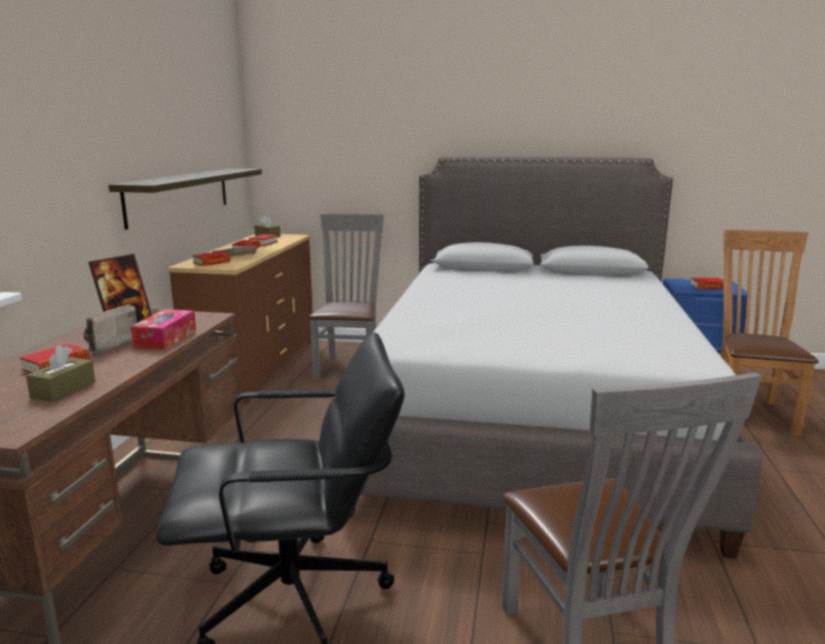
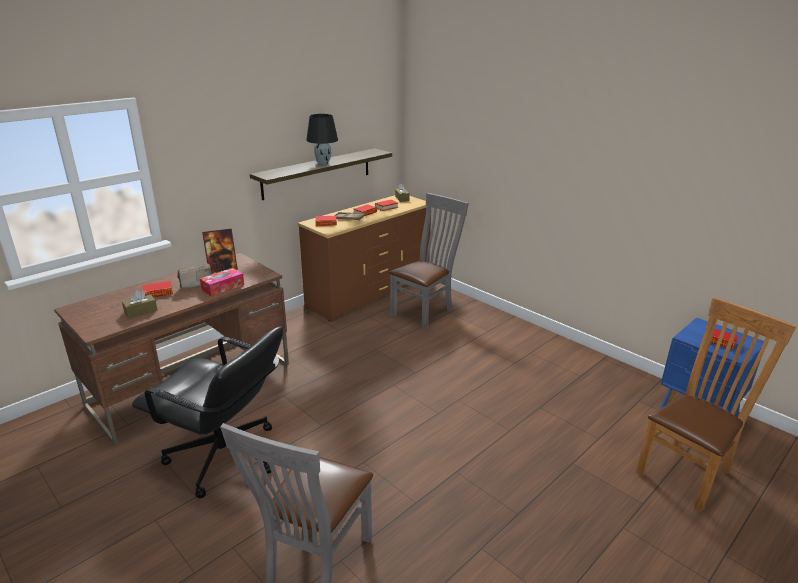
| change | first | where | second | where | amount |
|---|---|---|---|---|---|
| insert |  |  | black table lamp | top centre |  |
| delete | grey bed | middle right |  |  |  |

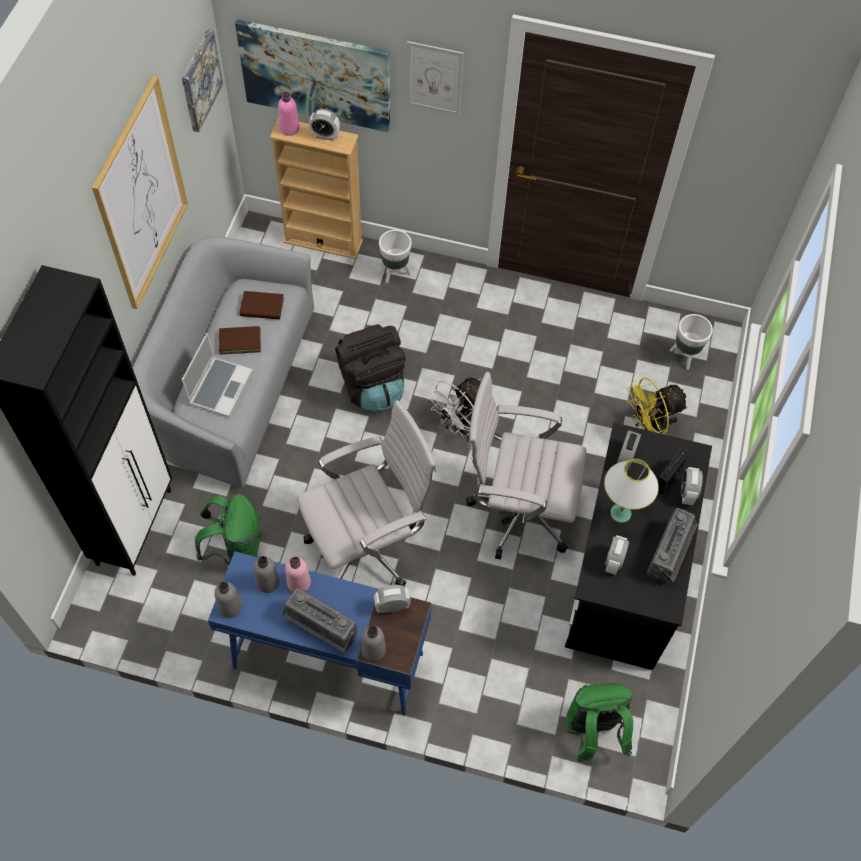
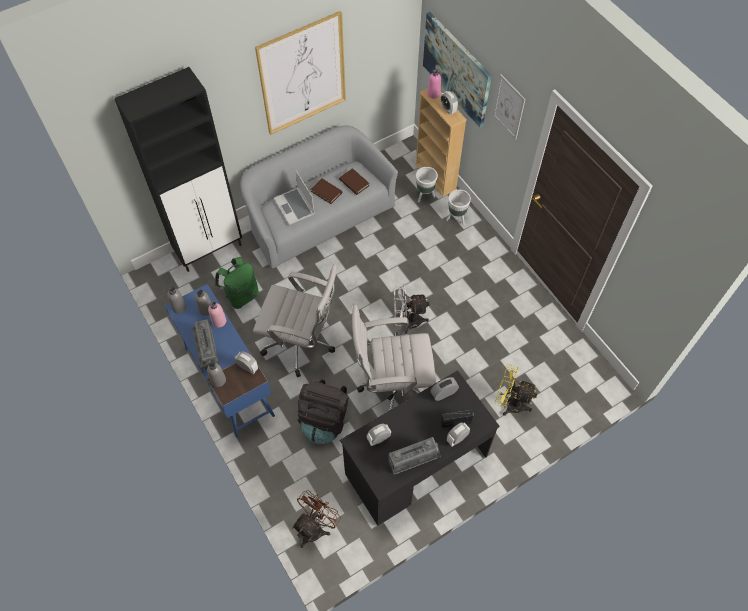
| change | first | where | second | where | amount |
|---|---|---|---|---|---|
| rotate | laptop | middle left |  | top centre | 90 degrees clockwise |
| replace | green backpack (2nd from left) | bottom right | brown fan | bottom centre |  |
| move | black backpack | centre |  | bottom centre |  |
| rotate | white office chair (2nd from left) | centre |  | centre | 60 degrees counterclockwise |
| move | white planter (2nd from left in the first image) | middle right | white planter (1st from left) | top centre |  |
| delete | picture (2nd from left) | top left |  |  |  |
| delete | white table lamp | middle right |  |  |  |

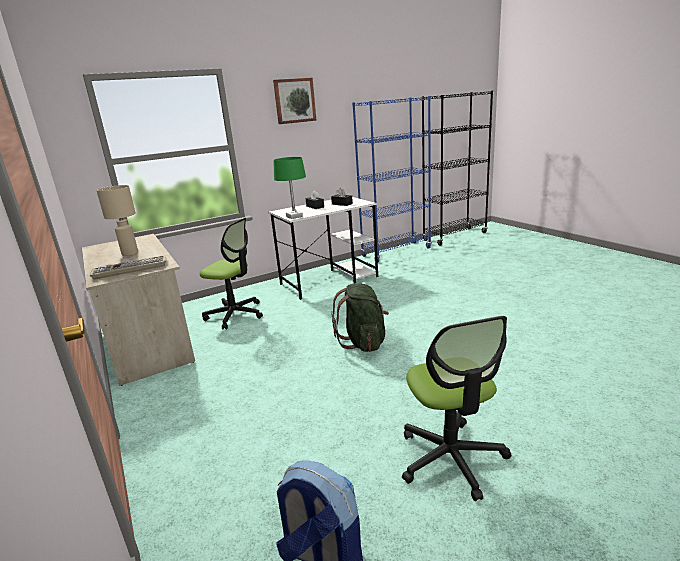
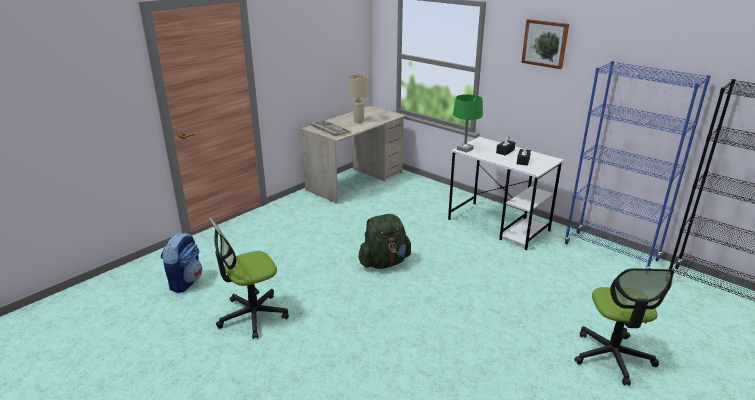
| change | first | where | second | where | amount |
|---|---|---|---|---|---|
| move | office chair (1st from left in the first image) | centre | office chair (2nd from left) | bottom right |  |

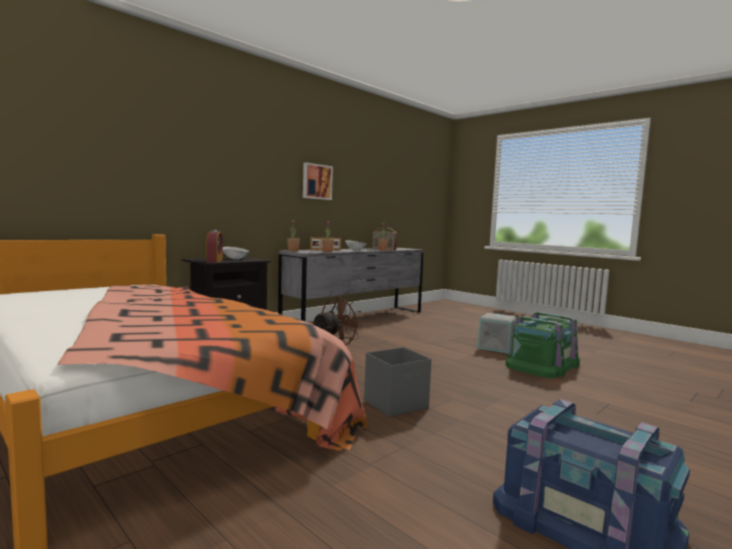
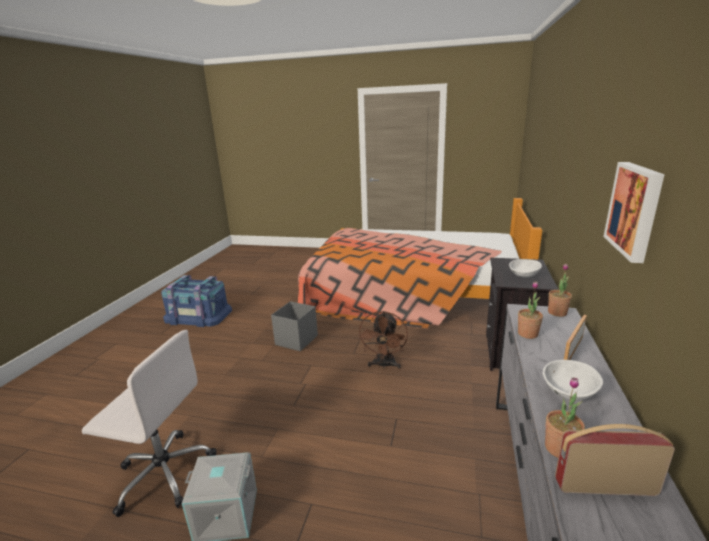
| change | first | where | second | where | amount |
|---|---|---|---|---|---|
| replace | green storage box | middle right | white office chair | bottom left |  |
| delete | alarm clock | middle left |  |  |  |

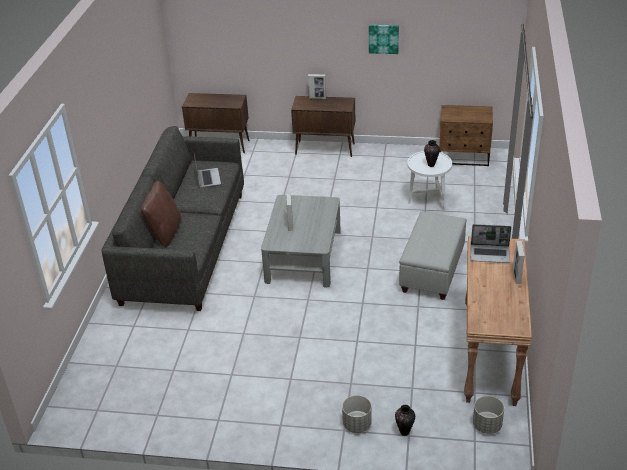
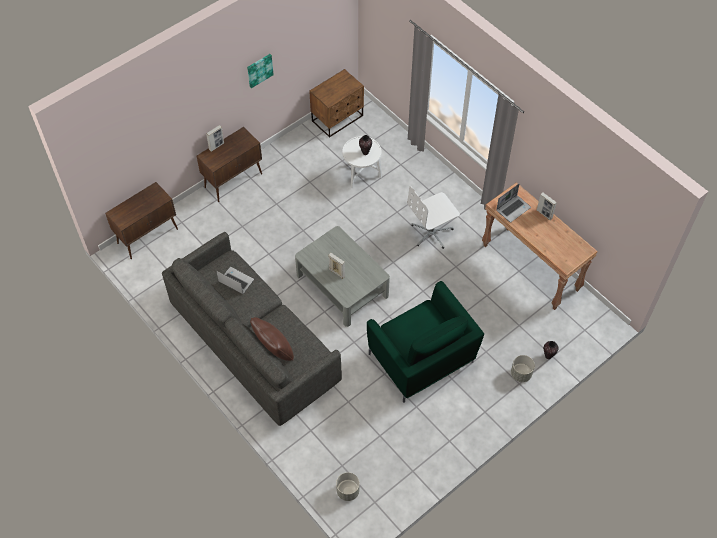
| change | first | where | second | where | amount |
|---|---|---|---|---|---|
| move | grey planter (2nd from left in the first image) | bottom right | grey planter (1st from left) | bottom centre |  |
| insert |  |  | green armchair | centre |  |
| replace | grey ottoman | middle right | white office chair | centre |  |

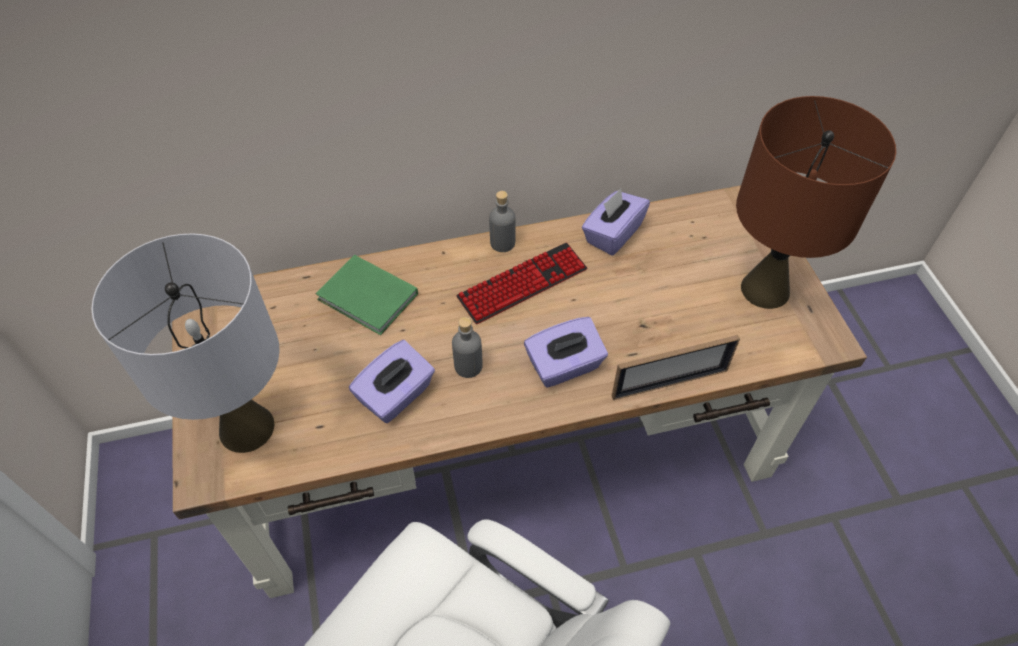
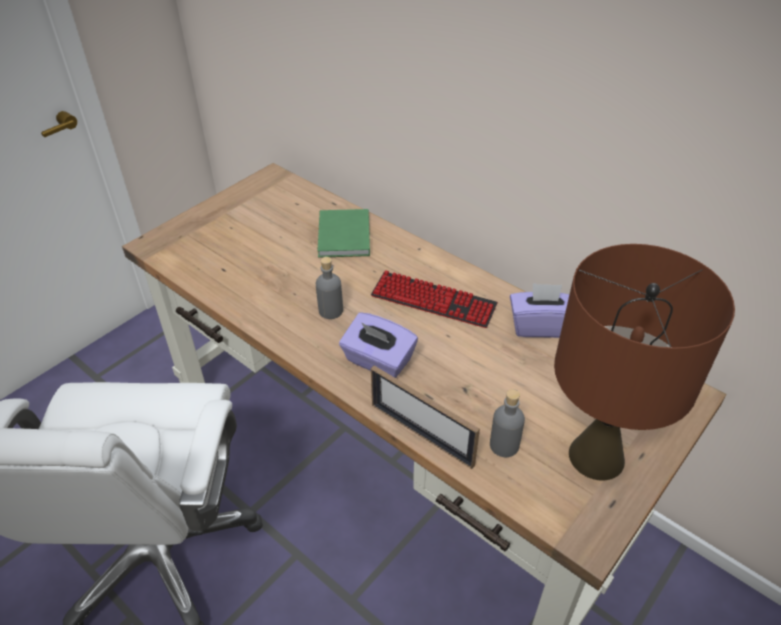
| change | first | where | second | where | amount |
|---|---|---|---|---|---|
| move | grey bottle (2nd from left) | centre |  | bottom centre |  |
| delete | grey table lamp | middle left |  |  |  |
| delete | purple tissue box (1st from left) | centre |  |  |  |

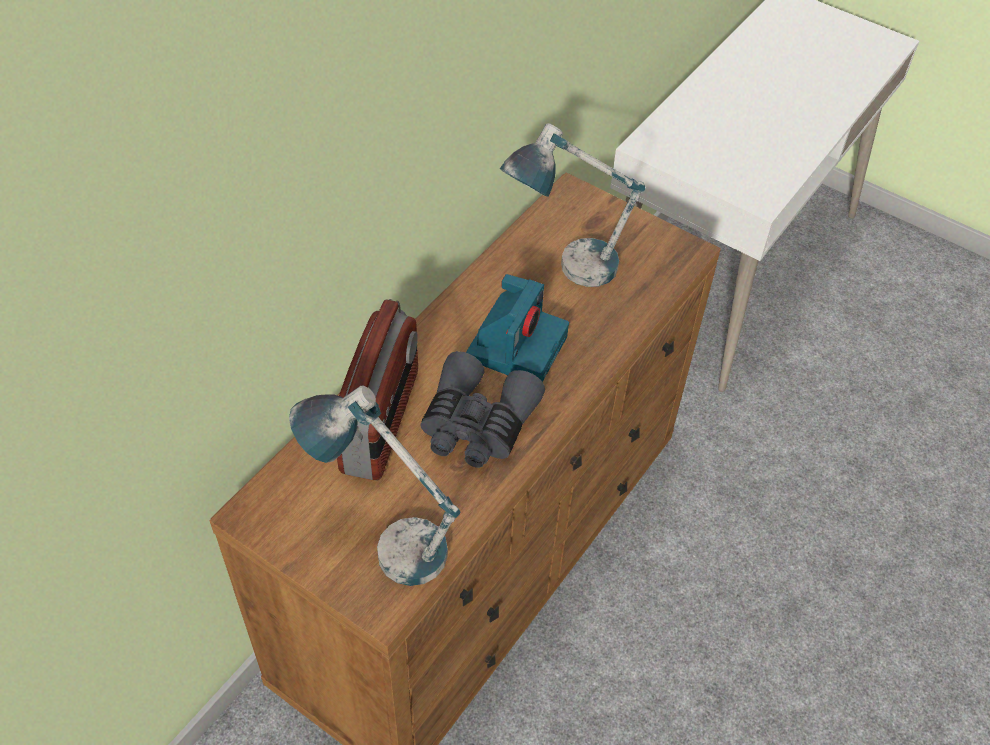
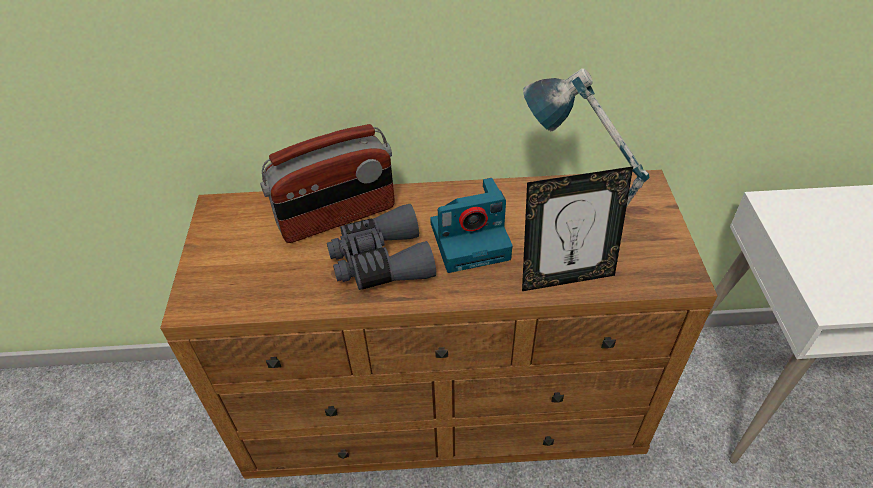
| change | first | where | second | where | amount |
|---|---|---|---|---|---|
| insert |  |  | picture frame | centre |  |
| delete | table lamp (1st from left) | centre |  |  |  |

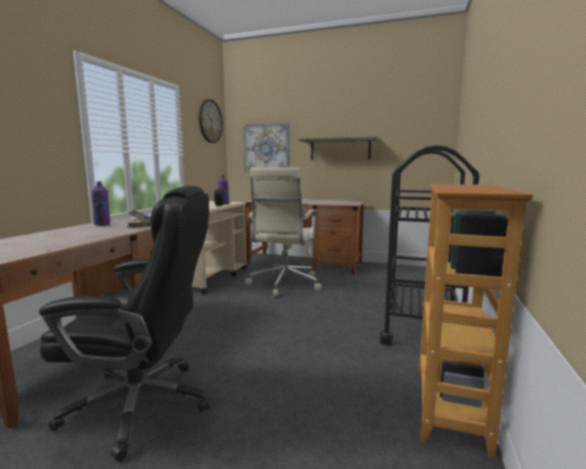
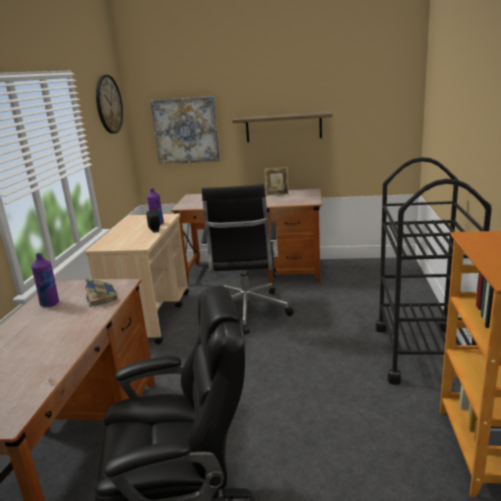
| change | first | where | second | where | amount |
|---|---|---|---|---|---|
| recolor | beige office chair | centre | black office chair (2nd from left) | centre |  |
| insert |  |  | picture frame | centre |  |

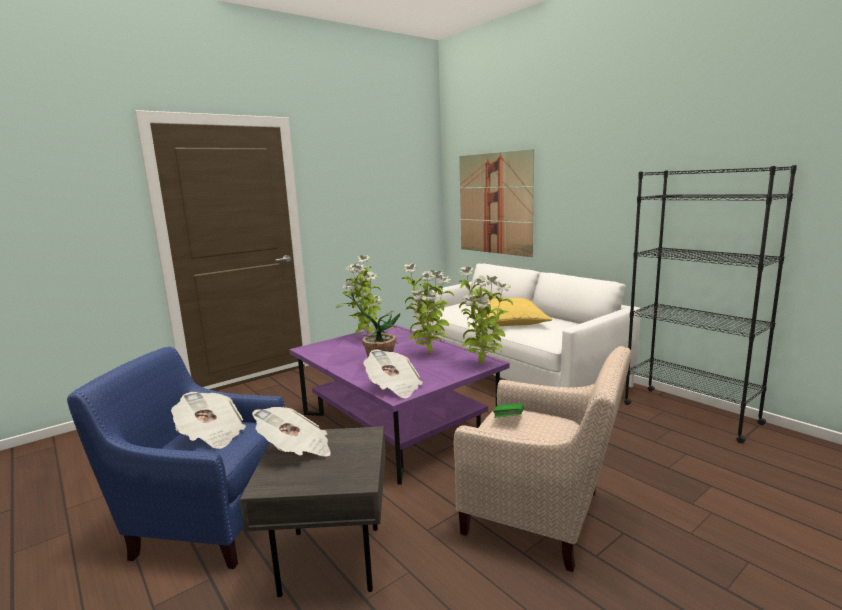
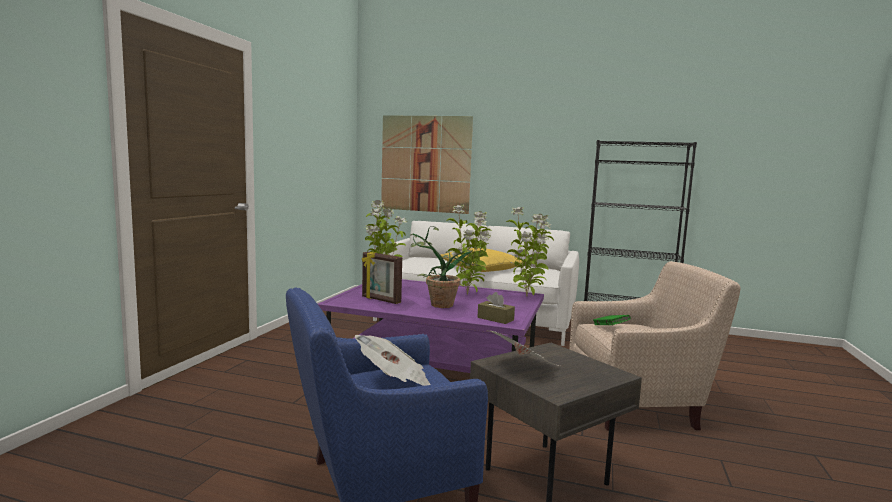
| change | first | where | second | where | amount |
|---|---|---|---|---|---|
| insert |  |  | picture frame | centre |  |
| replace | newspaper (3rd from left) | centre | brown tissue box | centre |  |

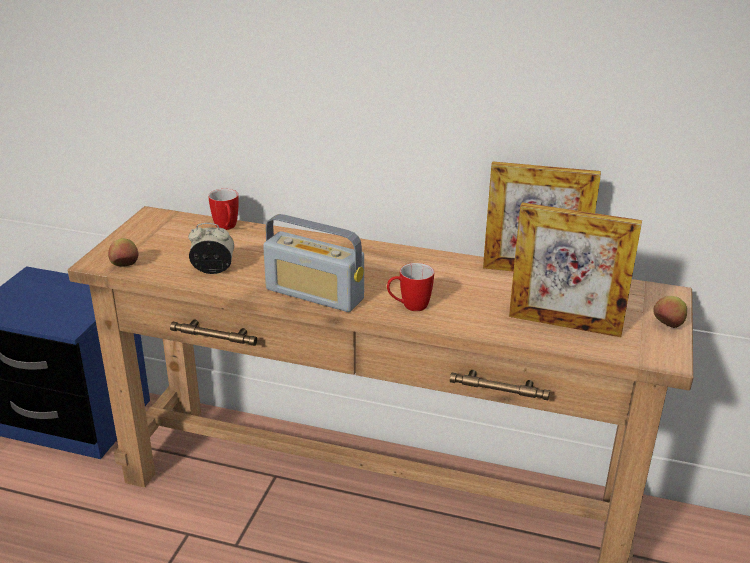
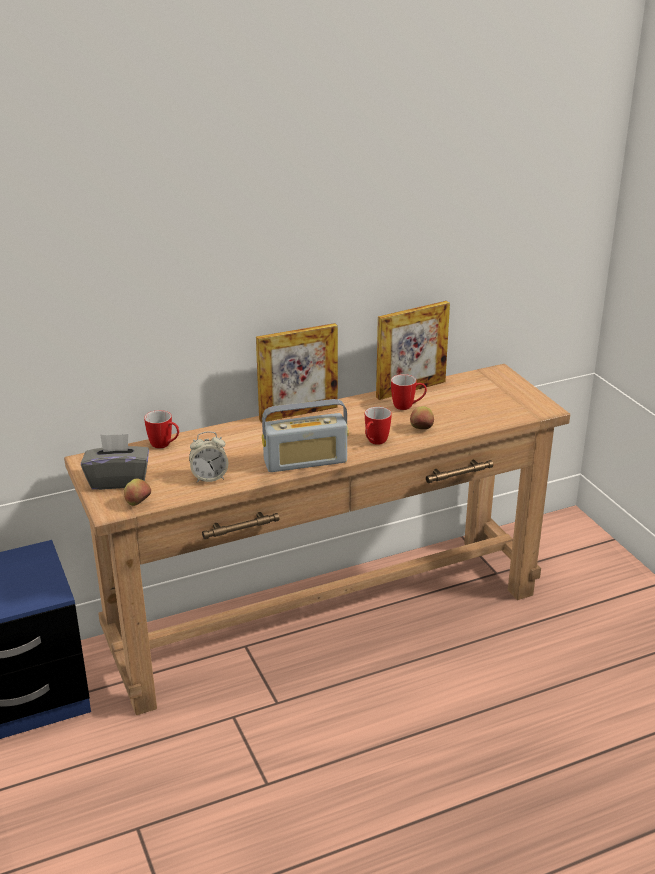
| change | first | where | second | where | amount |
|---|---|---|---|---|---|
| insert |  |  | grey tissue box | middle left |  |
| rotate | alarm clock | middle left |  | middle left | 150 degrees counterclockwise |
| move | picture frame (2nd from left in the first image) | middle right | picture frame (1st from left) | centre |  |
| insert |  |  | mug (3rd from left) | centre |  |
| move | apple (2nd from left) | middle right |  | centre |  |

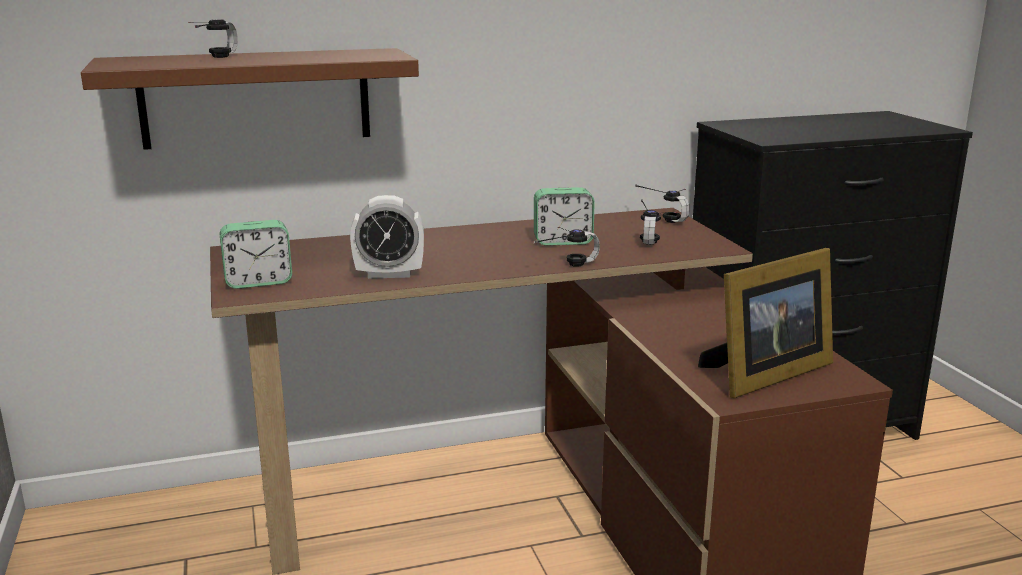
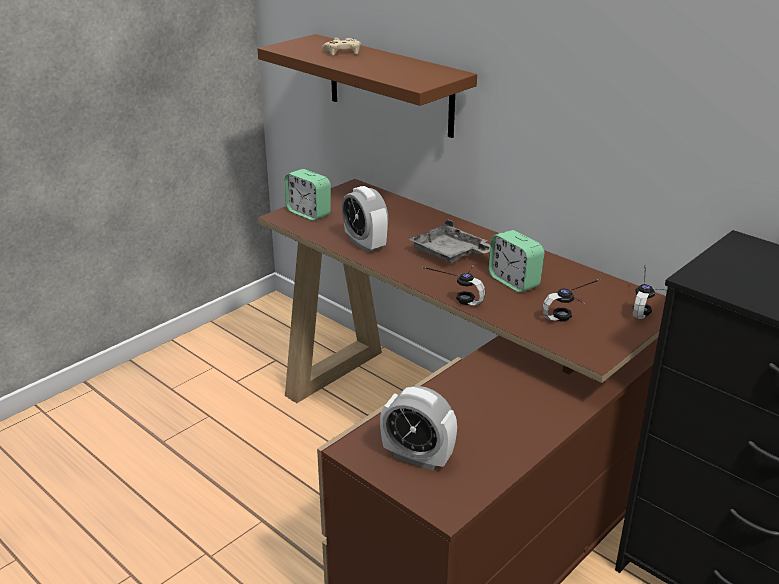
| change | first | where | second | where | amount |
|---|---|---|---|---|---|
| replace | headphones (1st from left) | top left | beige game controller | top centre |  |
| replace | picture frame | middle right | alarm clock (3rd from left) | bottom centre |  |
| insert |  |  | grey tray | centre |  |

